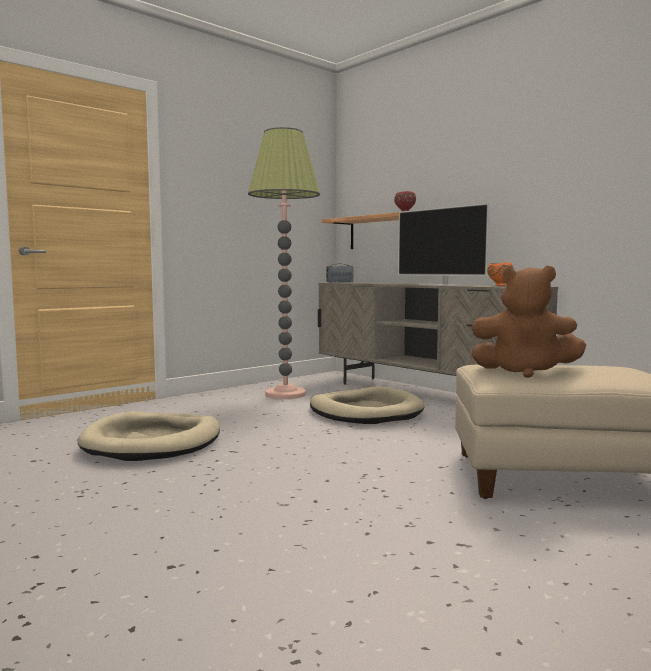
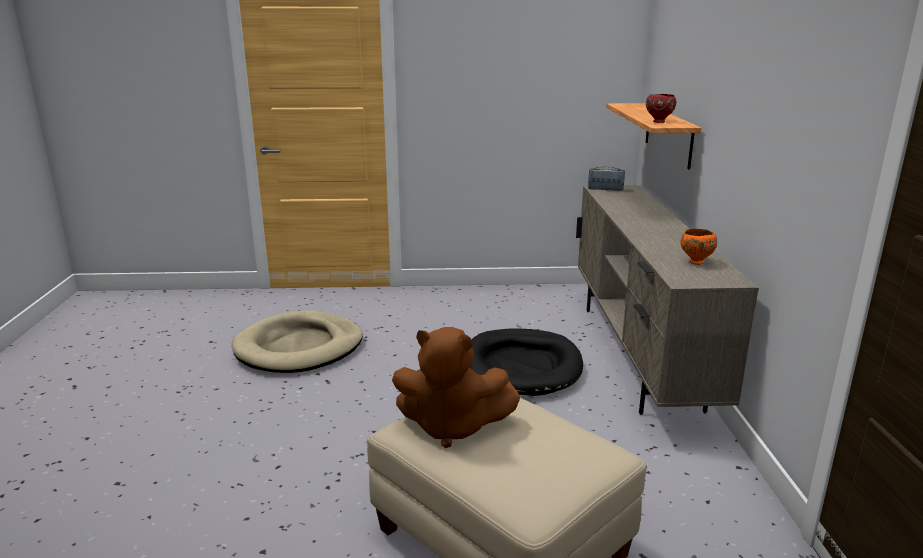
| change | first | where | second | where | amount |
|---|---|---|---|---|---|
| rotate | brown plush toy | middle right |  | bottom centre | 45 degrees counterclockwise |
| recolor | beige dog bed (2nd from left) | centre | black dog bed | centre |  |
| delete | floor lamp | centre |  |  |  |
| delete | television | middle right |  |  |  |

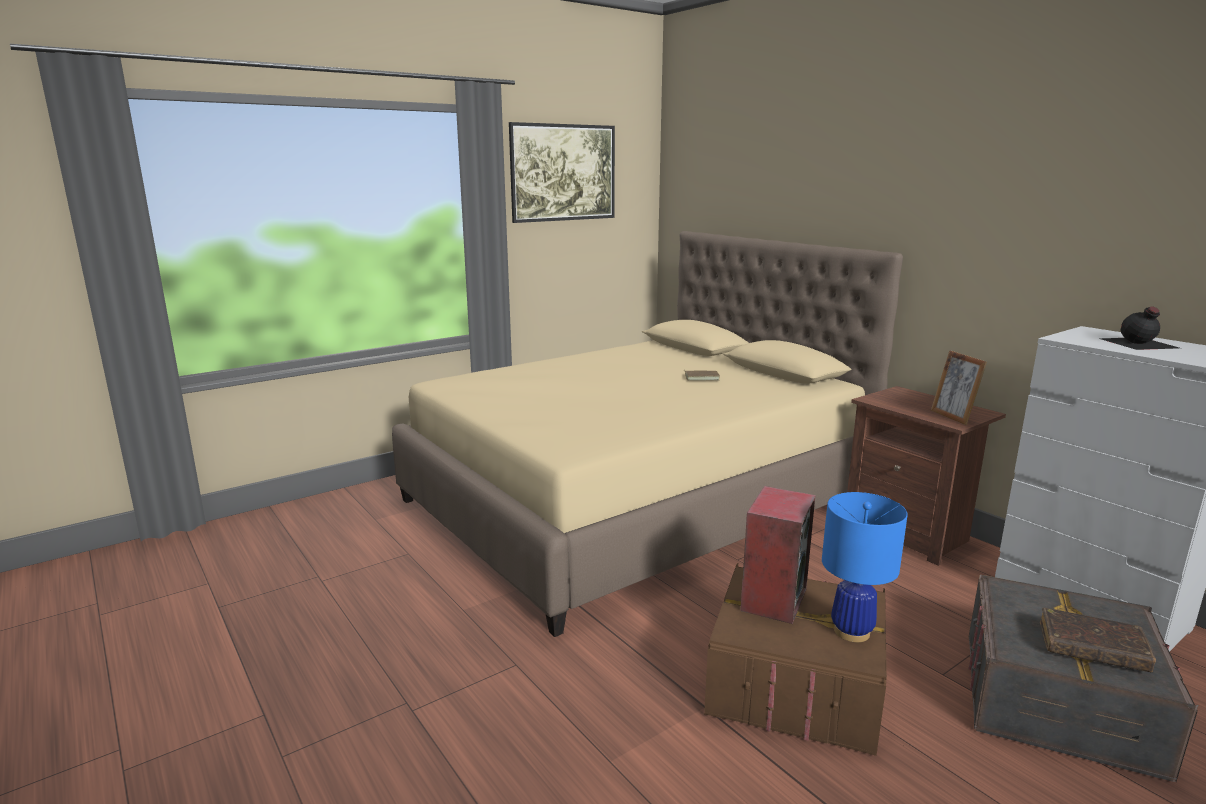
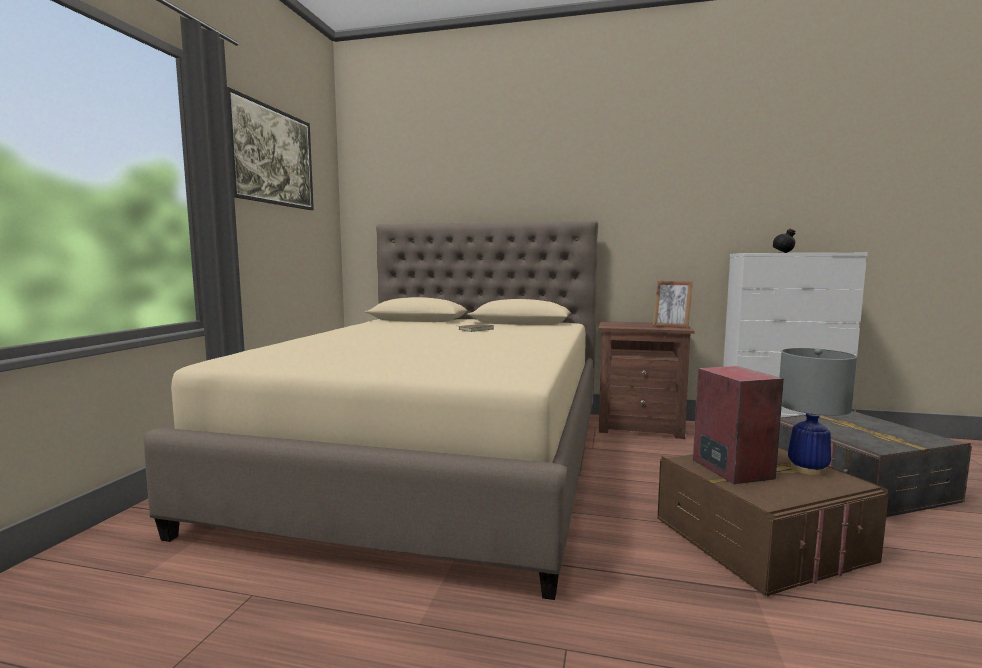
| change | first | where | second | where | amount |
|---|---|---|---|---|---|
| recolor | blue table lamp | bottom right | grey table lamp | middle right |  |
| delete | brown book (2nd from left) | bottom right |  |  |  |

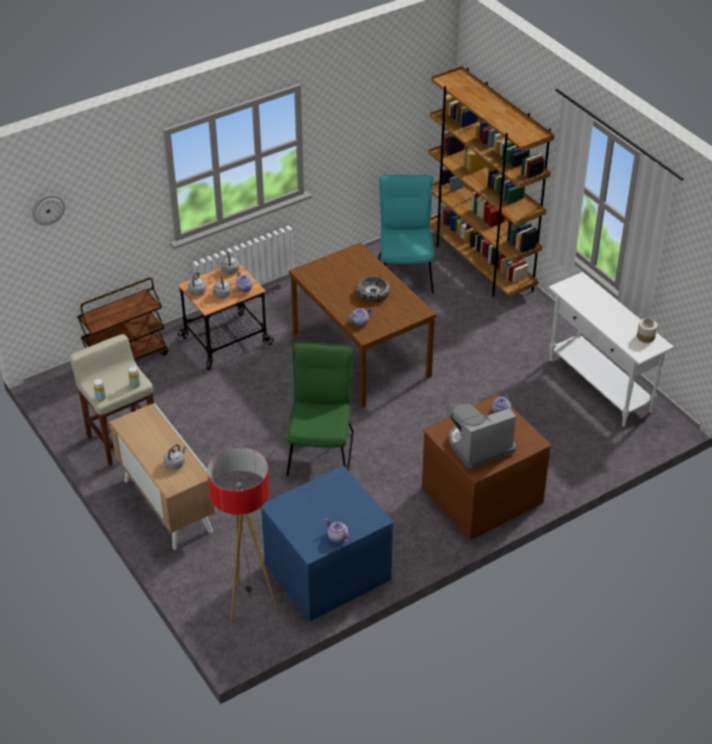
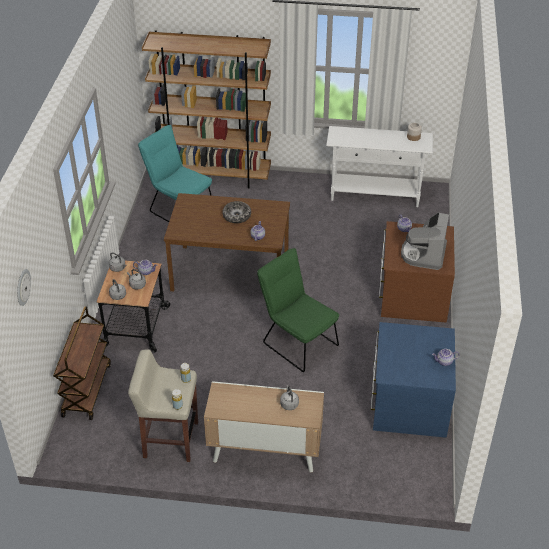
| change | first | where | second | where | amount |
|---|---|---|---|---|---|
| delete | floor lamp | bottom centre |  |  |  |

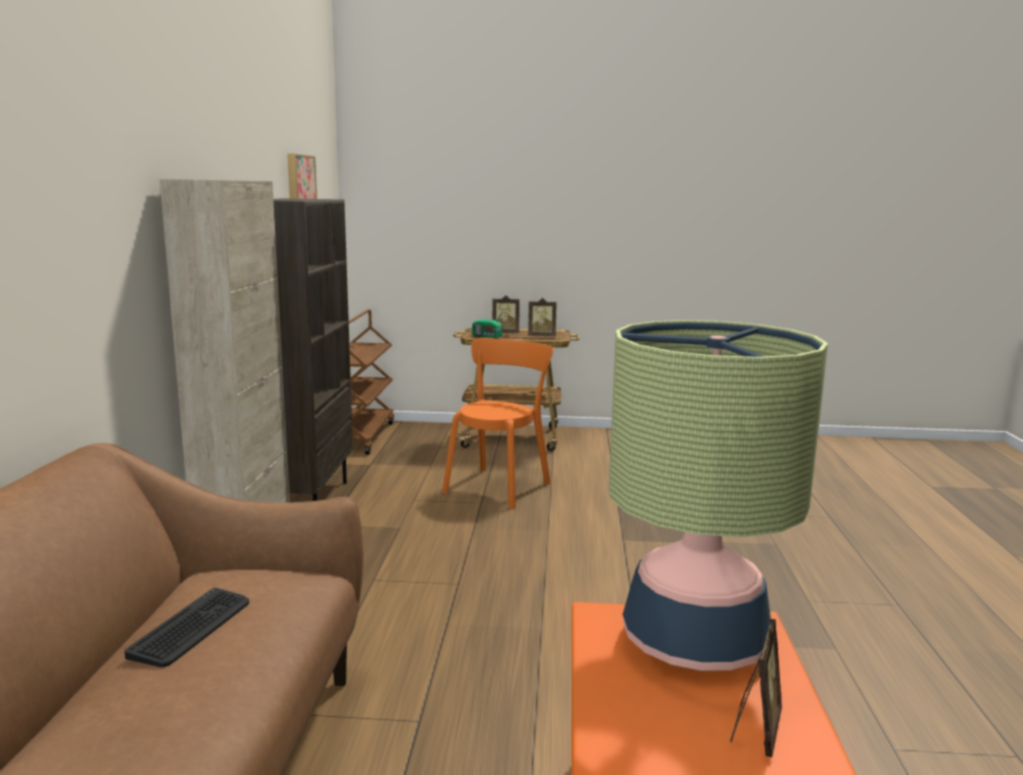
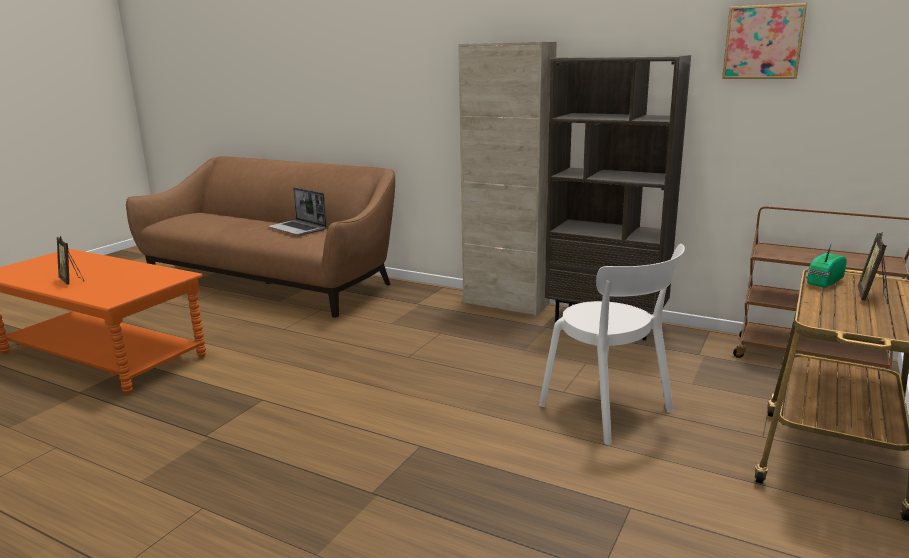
| change | first | where | second | where | amount |
|---|---|---|---|---|---|
| replace | keyboard | bottom left | laptop | middle left |  |
| recolor | orange chair | centre | white chair | middle right |  |
| delete | picture frame (2nd from left) | centre |  |  |  |
| delete | table lamp | middle right |  |  |  |

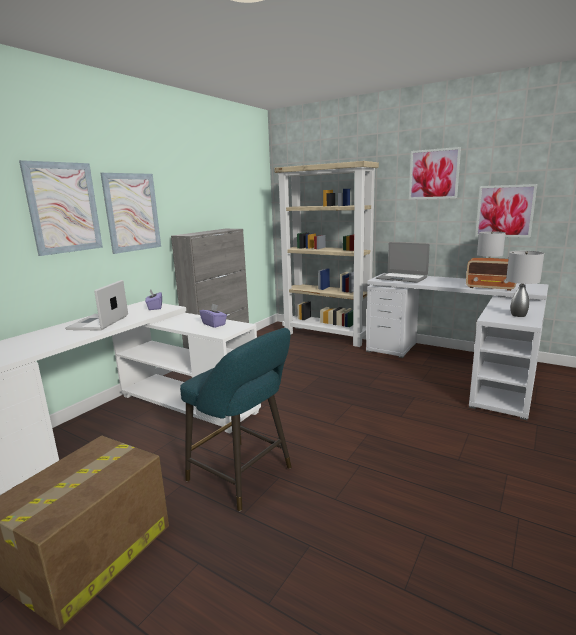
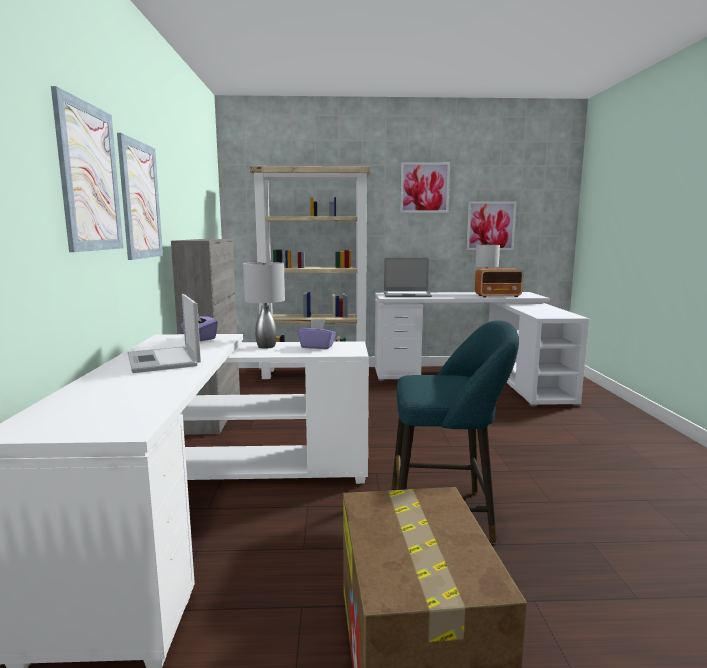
| change | first | where | second | where | amount |
|---|---|---|---|---|---|
| move | grey table lamp (2nd from left in the first image) | middle right | grey table lamp (1st from left) | centre |  |

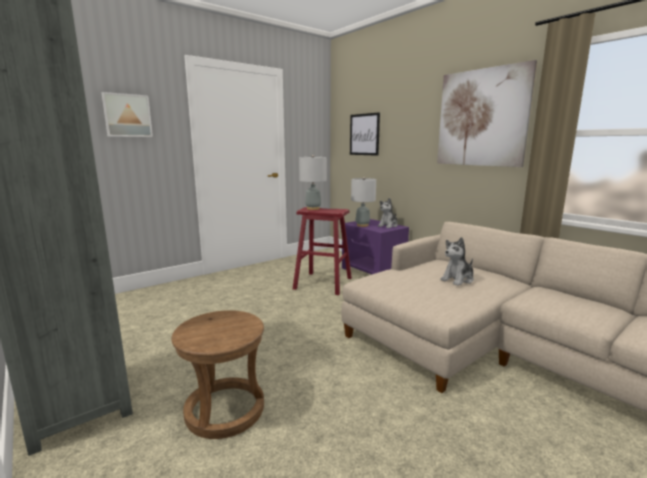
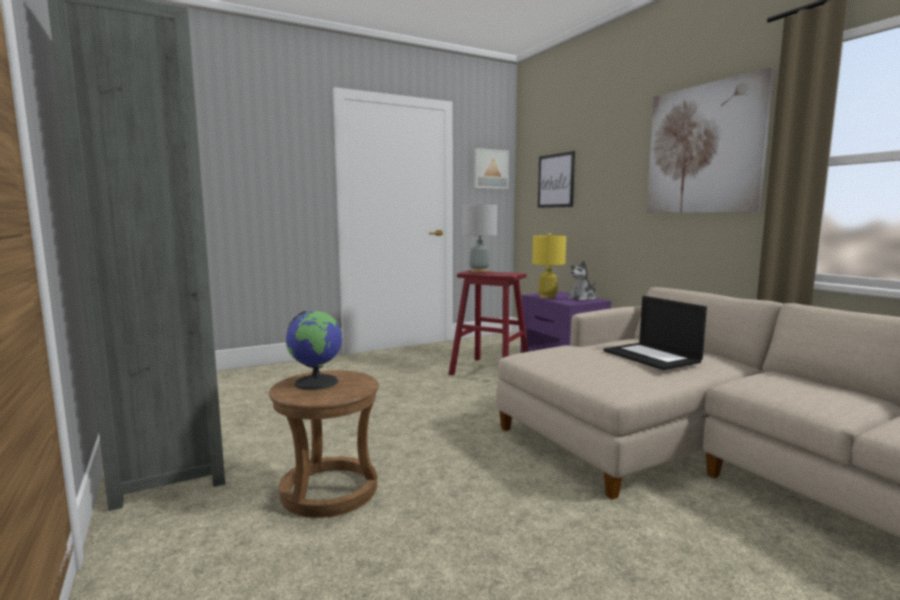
| change | first | where | second | where | amount |
|---|---|---|---|---|---|
| insert |  |  | globe | centre |  |
| move | picture (1st from left) | top left |  | top centre |  |
| recolor | grey table lamp (2nd from left) | centre | yellow table lamp | centre |  |
| replace | plush toy (2nd from left) | middle right | laptop | middle right |  |

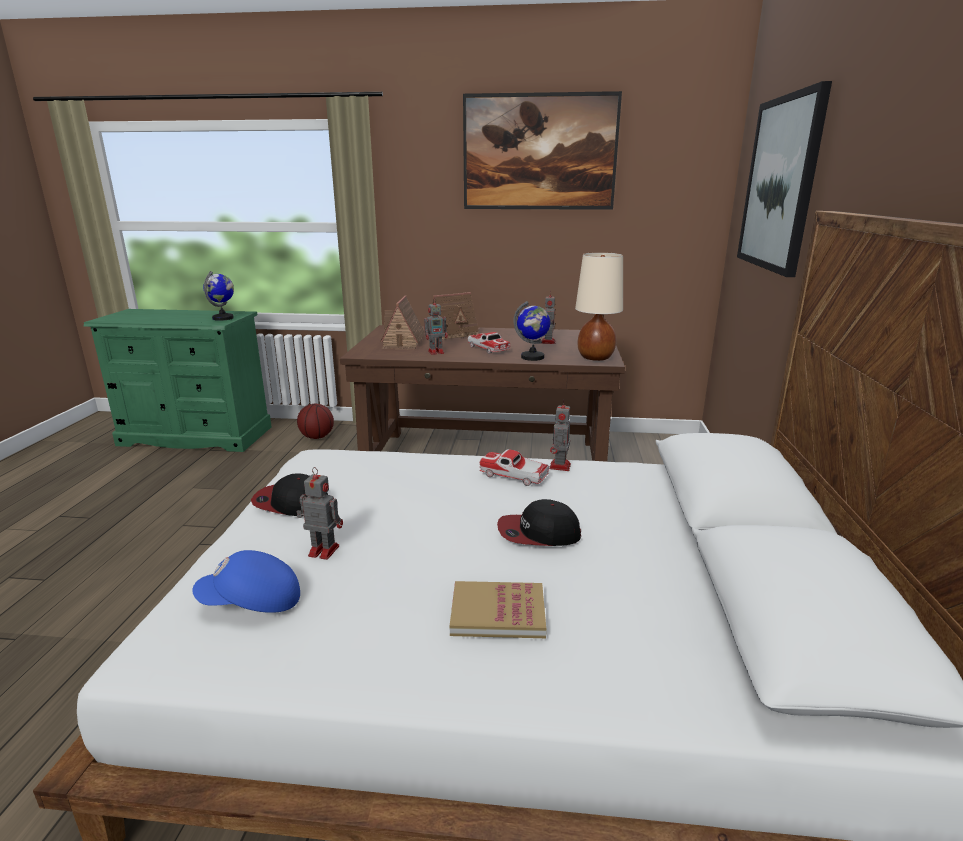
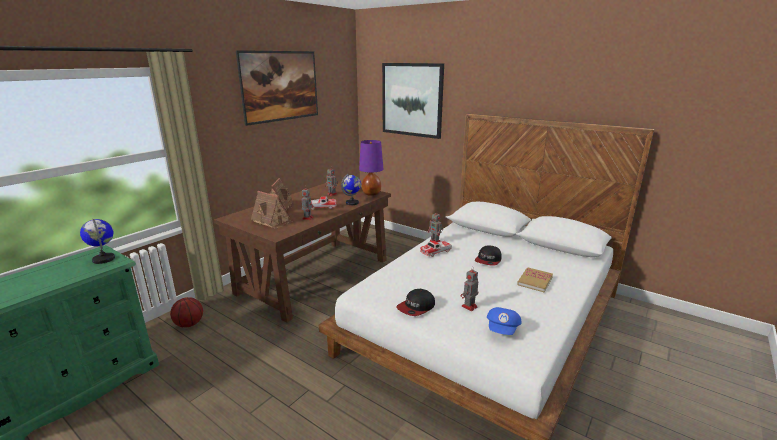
| change | first | where | second | where | amount |
|---|---|---|---|---|---|
| recolor | beige table lamp | centre | purple table lamp | centre |  |

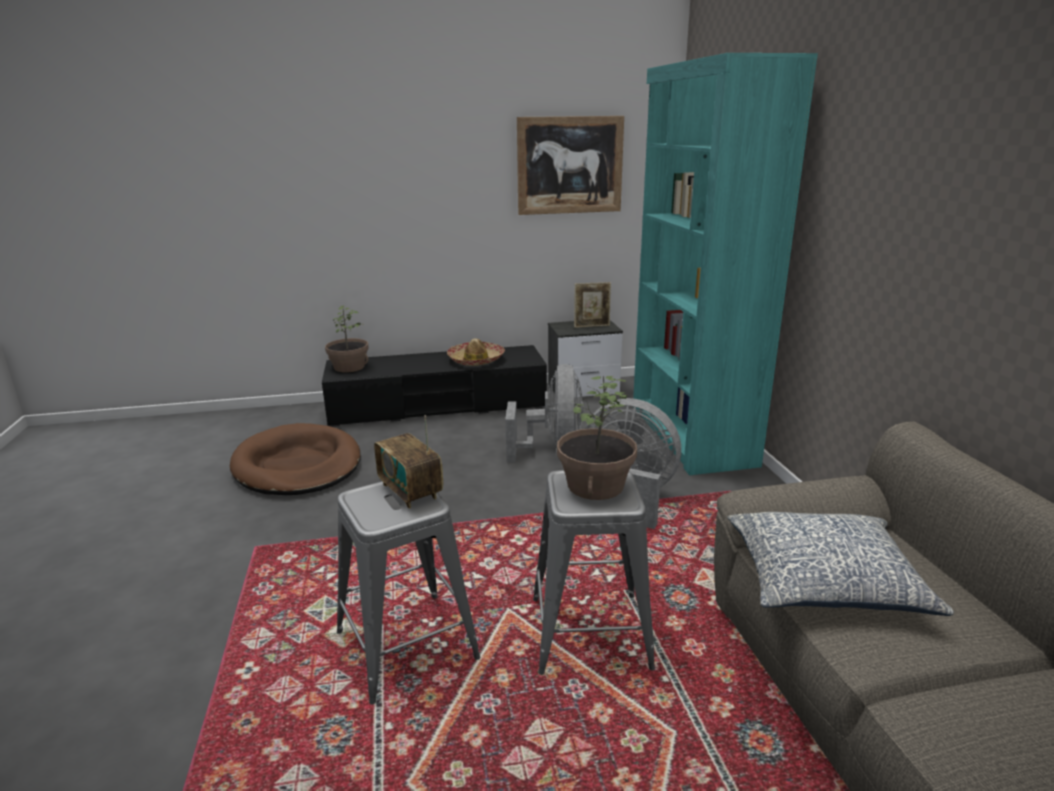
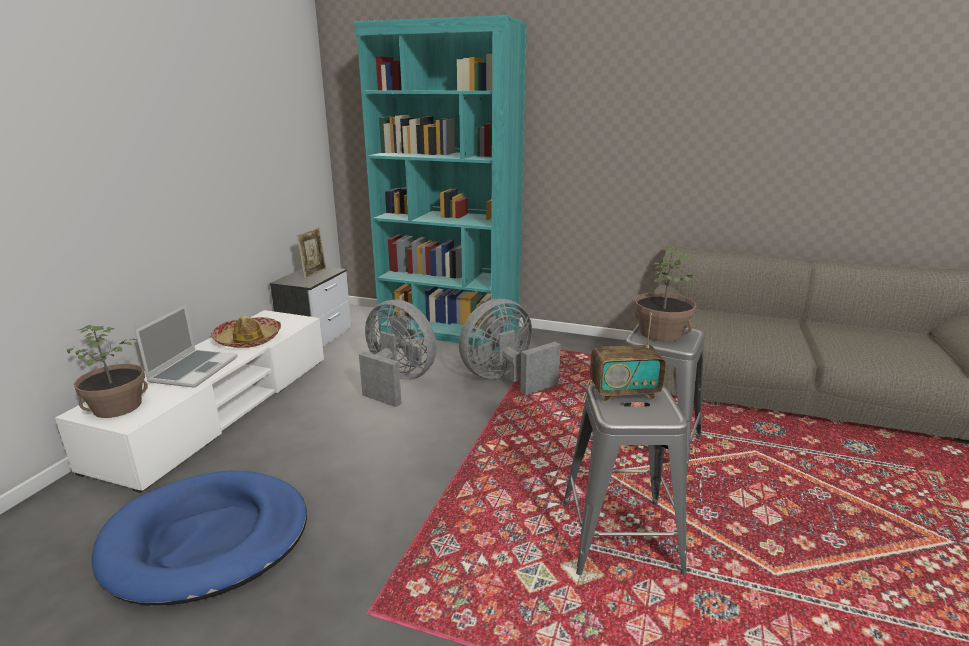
| change | first | where | second | where | amount |
|---|---|---|---|---|---|
| recolor | black tv stand | centre | white tv stand | middle left |  |
| recolor | brown dog bed | middle left | blue dog bed | bottom left |  |
| insert |  |  | laptop | middle left |  |
| delete | picture | top centre |  |  |  |
| delete | pillow | bottom right |  |  |  |

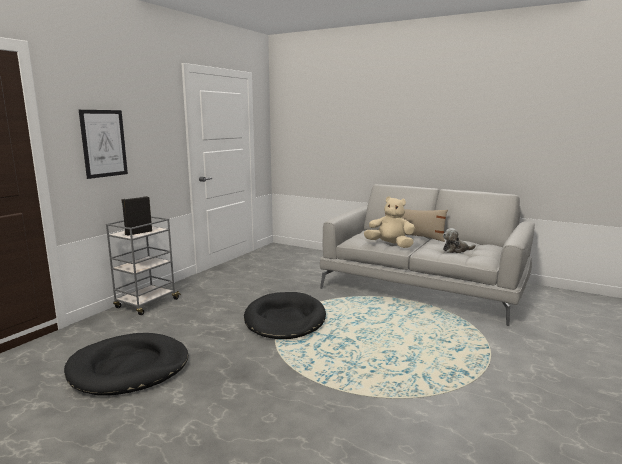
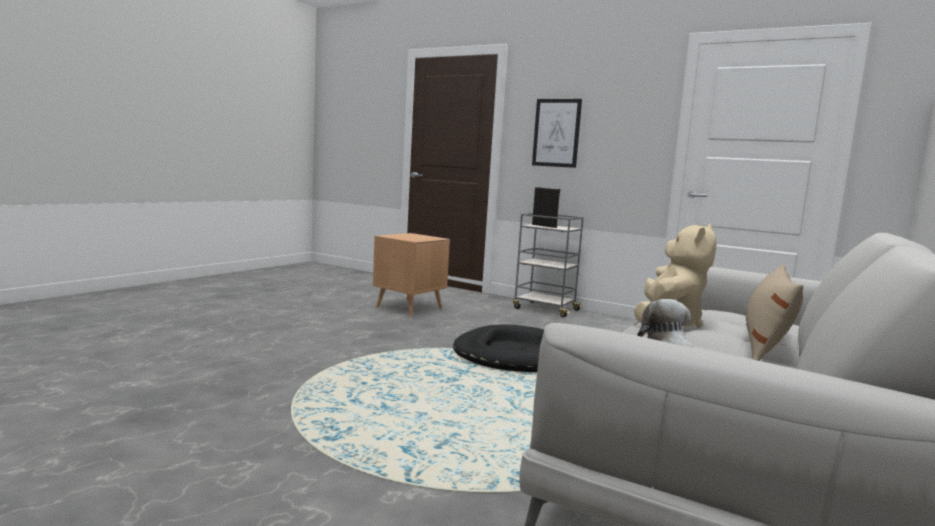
| change | first | where | second | where | amount |
|---|---|---|---|---|---|
| replace | black dog bed (1st from left) | bottom left | brown side table | centre |  |

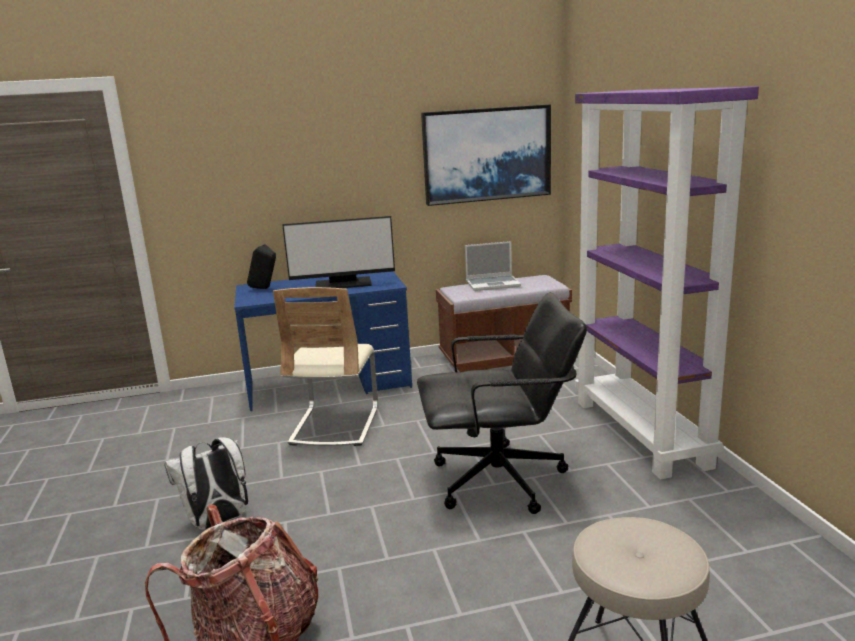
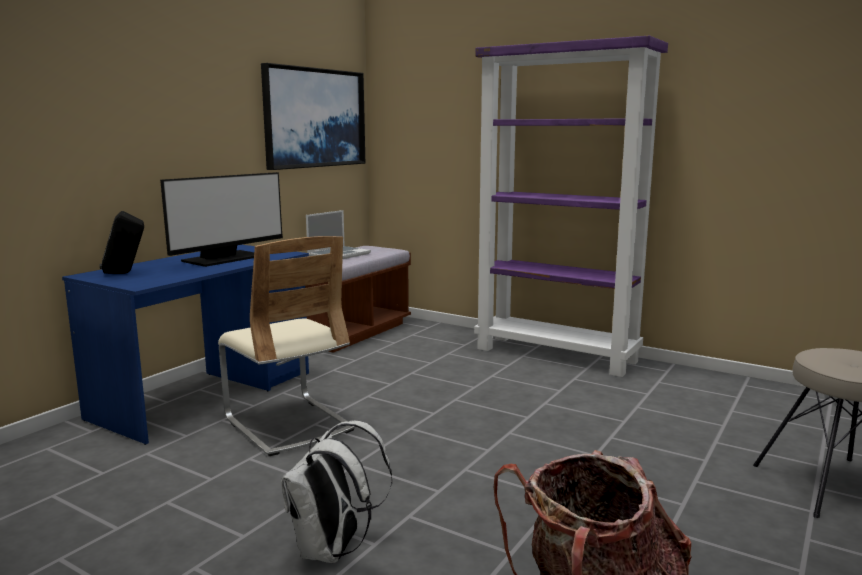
| change | first | where | second | where | amount |
|---|---|---|---|---|---|
| delete | black office chair | centre |  |  |  |

